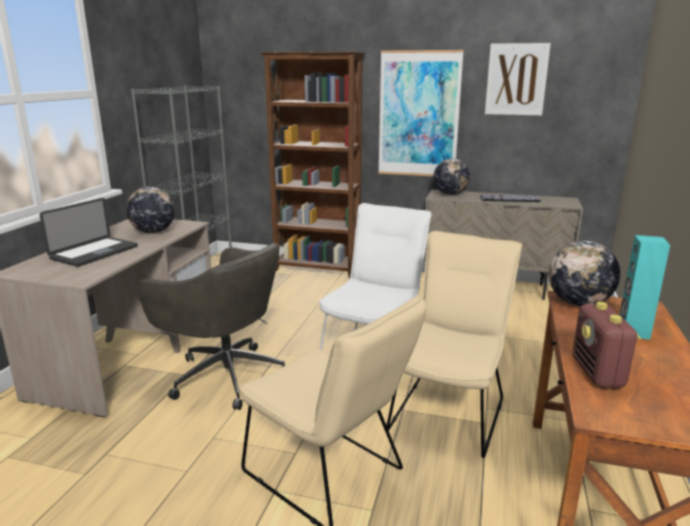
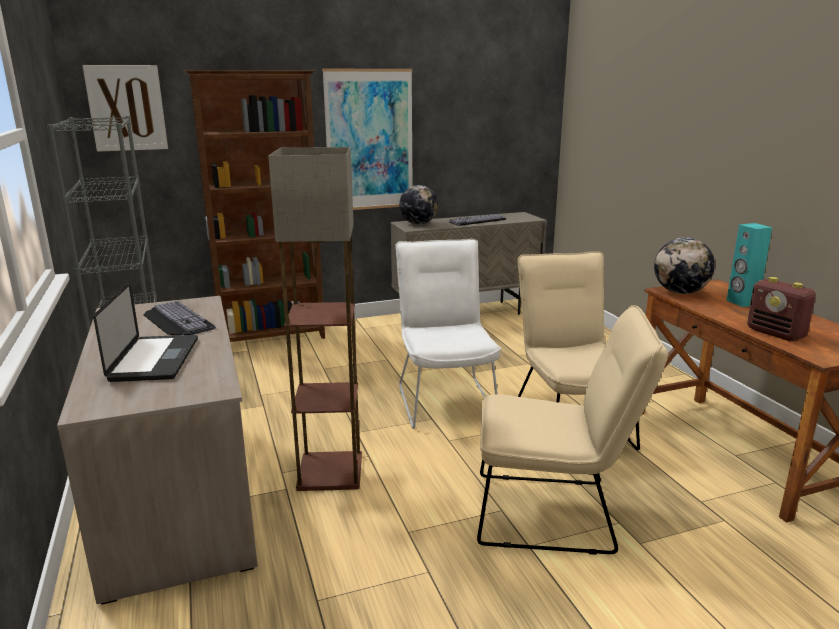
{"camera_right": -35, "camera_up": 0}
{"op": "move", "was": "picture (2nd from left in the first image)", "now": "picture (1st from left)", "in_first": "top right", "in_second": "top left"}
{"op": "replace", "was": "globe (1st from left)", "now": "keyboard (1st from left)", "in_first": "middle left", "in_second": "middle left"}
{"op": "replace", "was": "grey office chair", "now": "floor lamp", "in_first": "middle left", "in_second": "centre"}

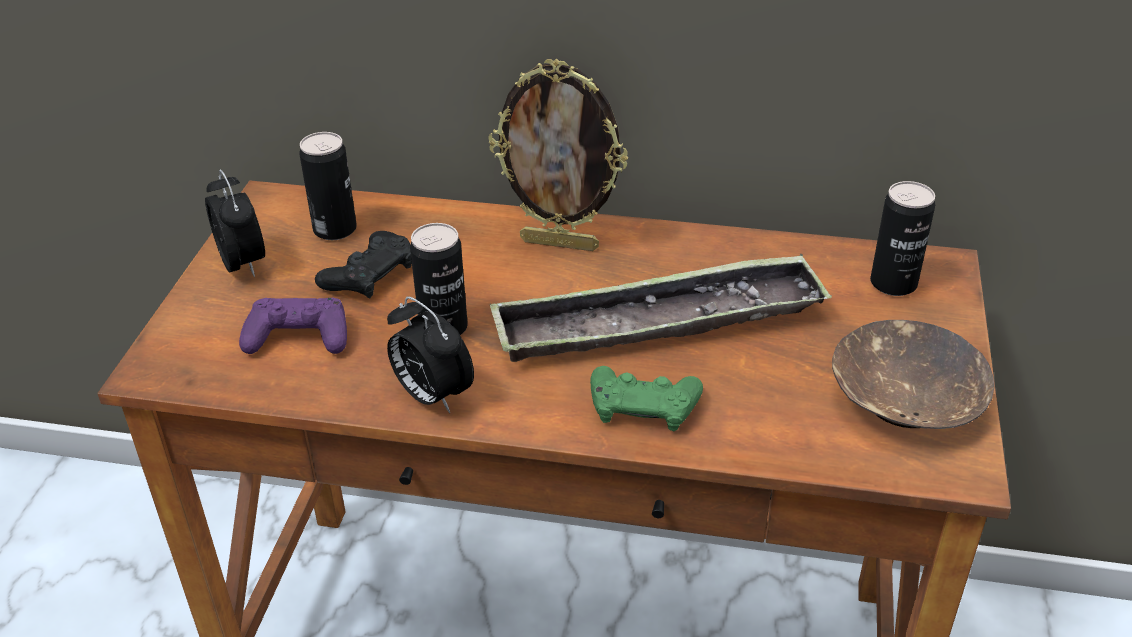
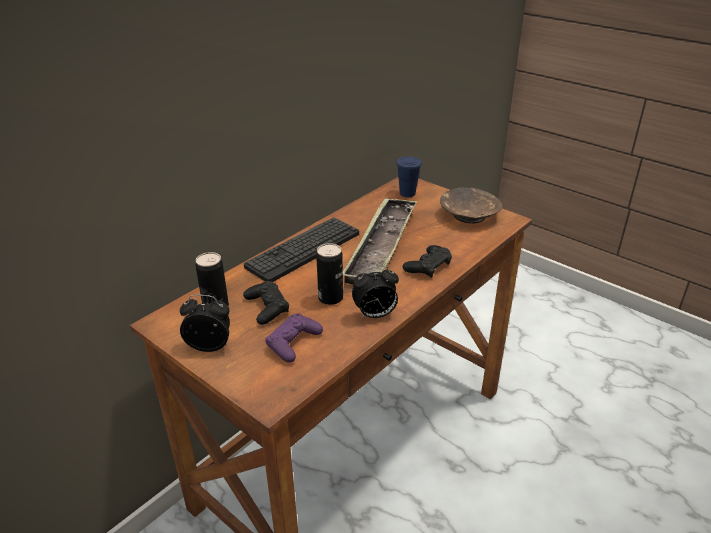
{"camera_right": -60, "camera_up": -5}
{"op": "replace", "was": "picture frame", "now": "keyboard", "in_first": "top centre", "in_second": "centre"}
{"op": "replace", "was": "can (3rd from left)", "now": "blue cup", "in_first": "middle right", "in_second": "top centre"}
{"op": "recolor", "was": "green game controller", "now": "black game controller (2nd from left)", "in_first": "centre", "in_second": "centre"}

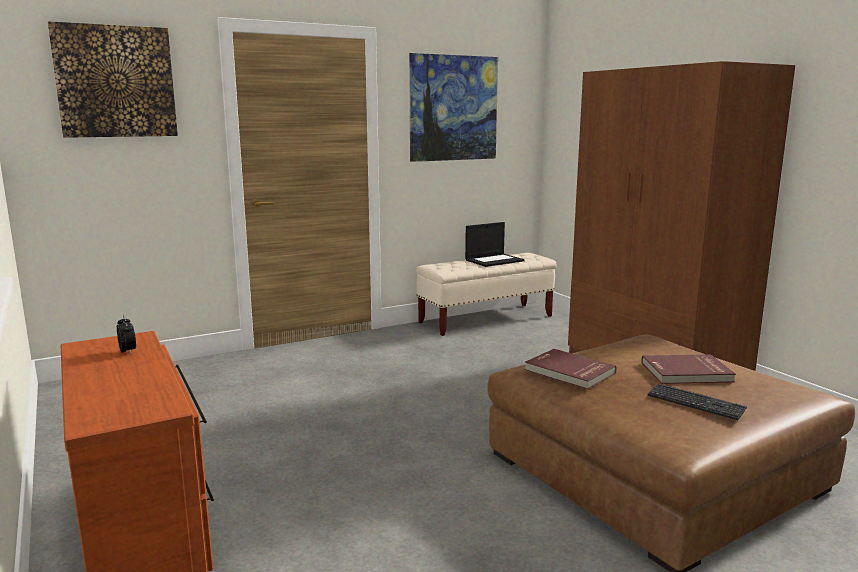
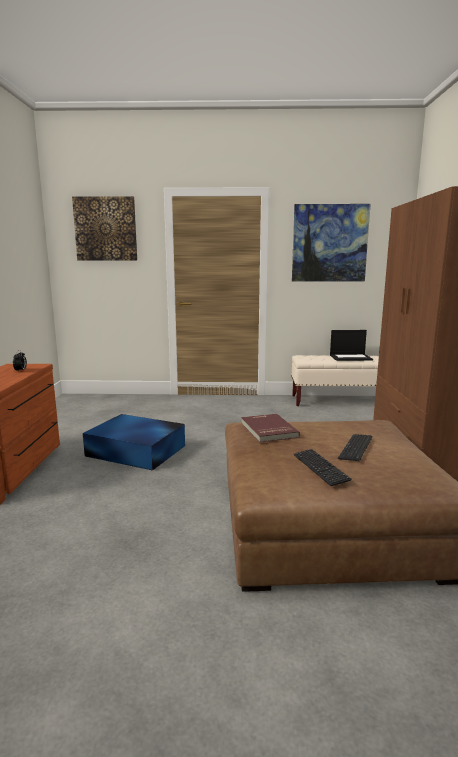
{"camera_right": 30, "camera_up": 0}
{"op": "insert", "now": "blue storage box", "in_second": "middle left"}
{"op": "replace", "was": "red book (2nd from left)", "now": "keyboard (2nd from left)", "in_first": "middle right", "in_second": "middle right"}

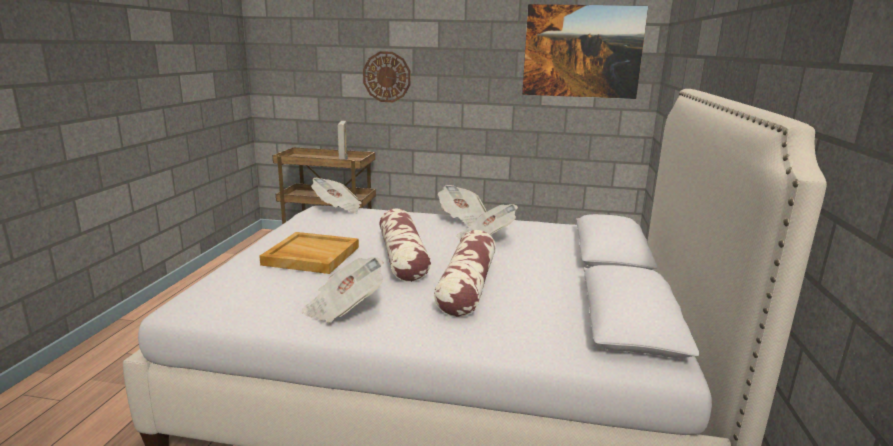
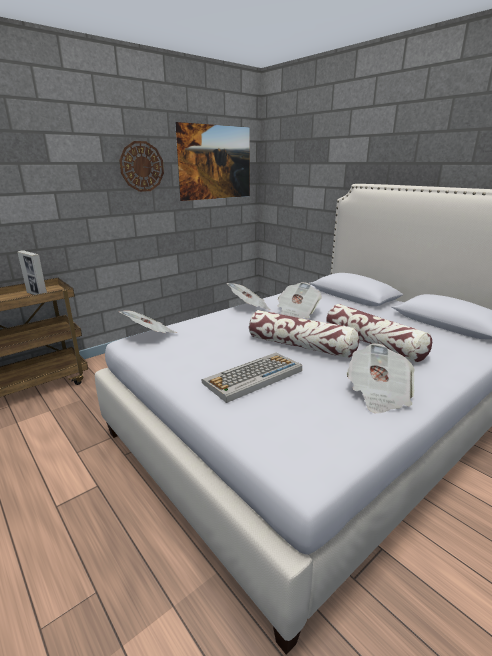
{"camera_right": -50, "camera_up": 5}
{"op": "move", "was": "wall clock", "in_first": "top centre", "in_second": "top left"}
{"op": "replace", "was": "beige tray", "now": "keyboard", "in_first": "centre", "in_second": "centre"}

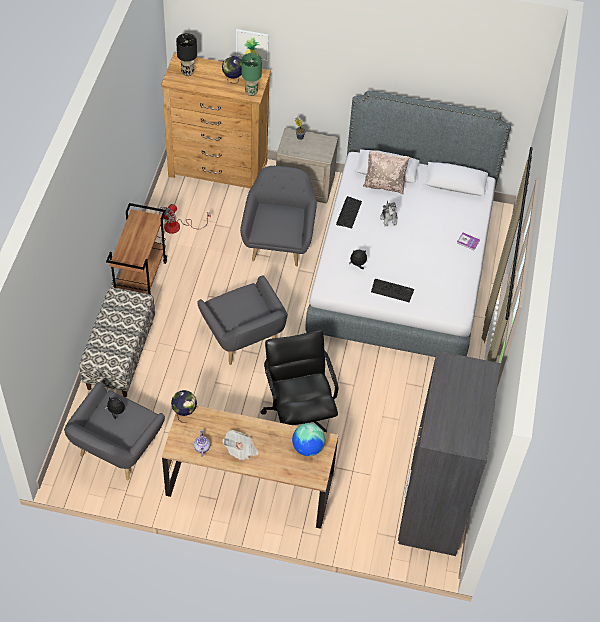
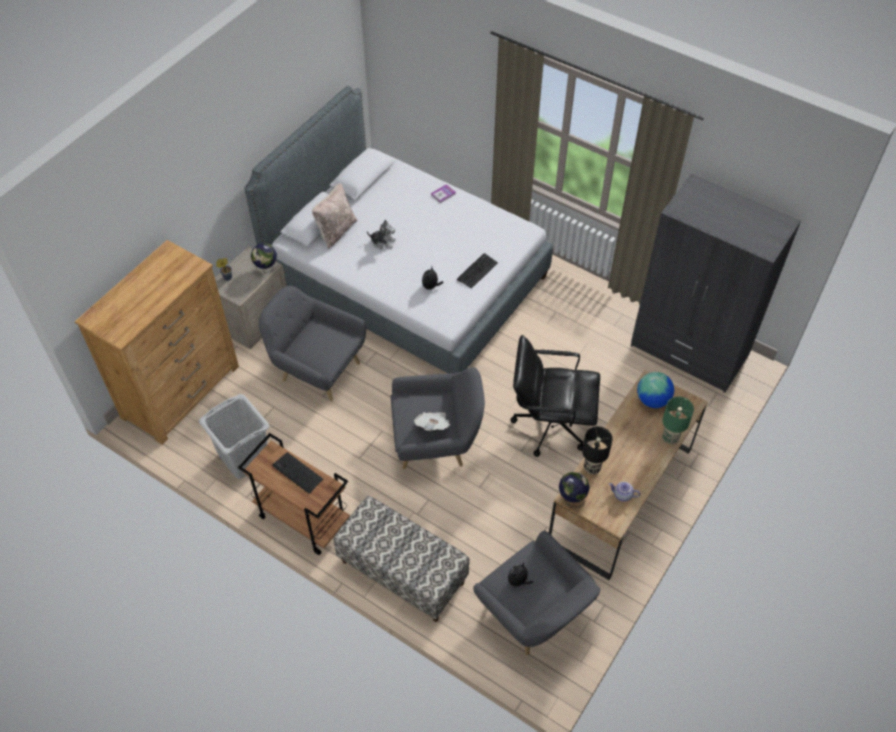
{"camera_right": -65, "camera_up": 0}
{"op": "delete", "was": "picture", "in_first": "top centre"}
{"op": "move", "was": "black table lamp", "in_first": "top left", "in_second": "centre"}
{"op": "move", "was": "globe (2nd from left in the first image)", "now": "globe (1st from left)", "in_first": "top centre", "in_second": "middle left"}
{"op": "move", "was": "newspaper", "in_first": "bottom centre", "in_second": "centre"}
{"op": "move", "was": "green table lamp", "in_first": "top centre", "in_second": "middle right"}
{"op": "move", "was": "keyboard (1st from left)", "in_first": "centre", "in_second": "middle left"}
{"op": "replace", "was": "fan", "now": "grey laundry basket", "in_first": "middle left", "in_second": "middle left"}

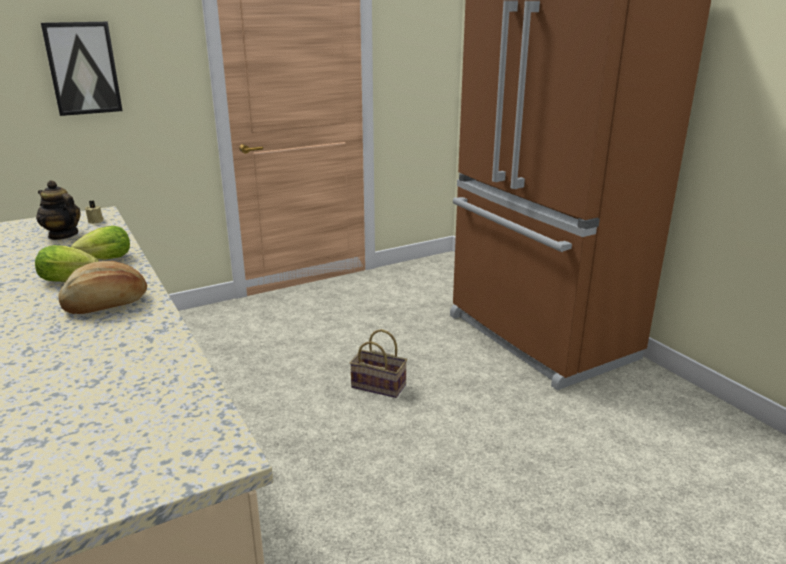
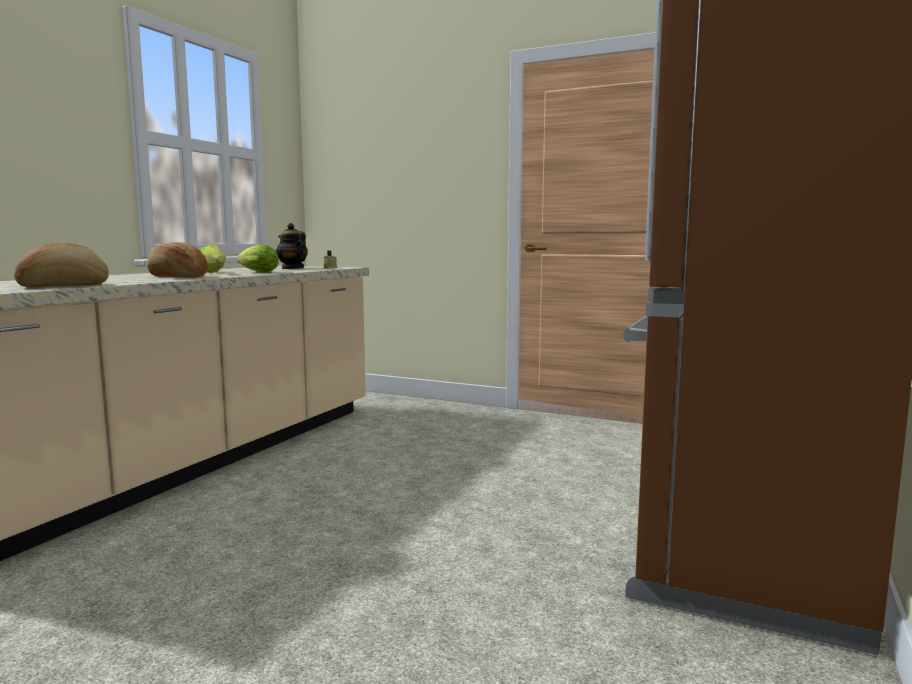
{"camera_right": 55, "camera_up": -15}
{"op": "delete", "was": "picture", "in_first": "top left"}
{"op": "delete", "was": "basket", "in_first": "centre"}
{"op": "insert", "now": "bread (1st from left)", "in_second": "middle left"}
{"op": "rotate", "was": "teapot", "in_first": "middle left", "in_second": "middle left", "clockwise": -45}

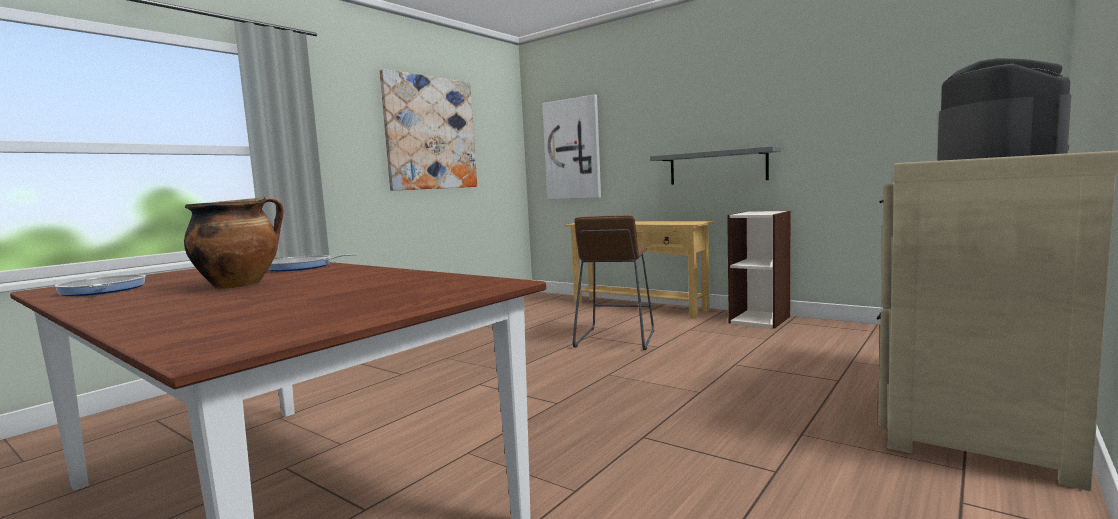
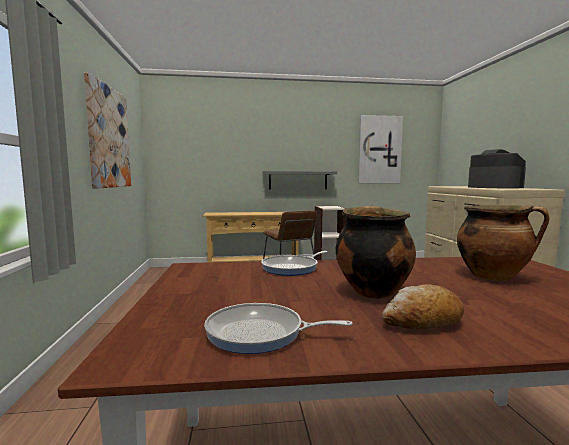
{"camera_right": -45, "camera_up": 0}
{"op": "insert", "now": "bread", "in_second": "bottom right"}
{"op": "insert", "now": "cooking pot (2nd from left)", "in_second": "middle right"}
{"op": "move", "was": "picture (2nd from left)", "in_first": "top centre", "in_second": "middle right"}

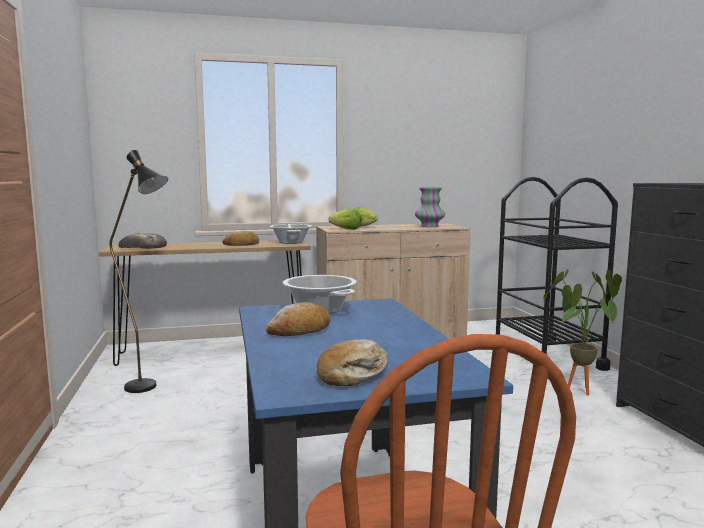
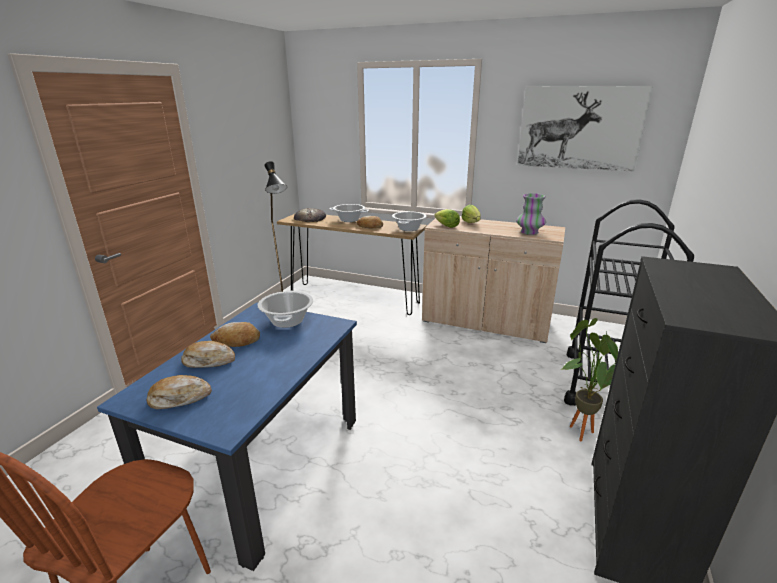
{"camera_right": 35, "camera_up": 15}
{"op": "insert", "now": "bread (2nd from left)", "in_second": "middle left"}
{"op": "insert", "now": "cooking pot (2nd from left)", "in_second": "centre"}
{"op": "insert", "now": "picture", "in_second": "top right"}

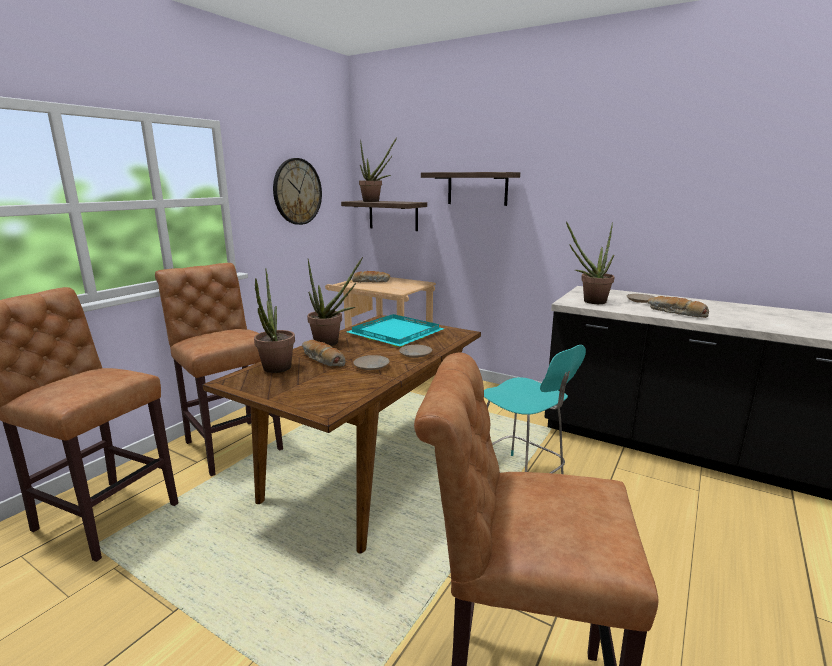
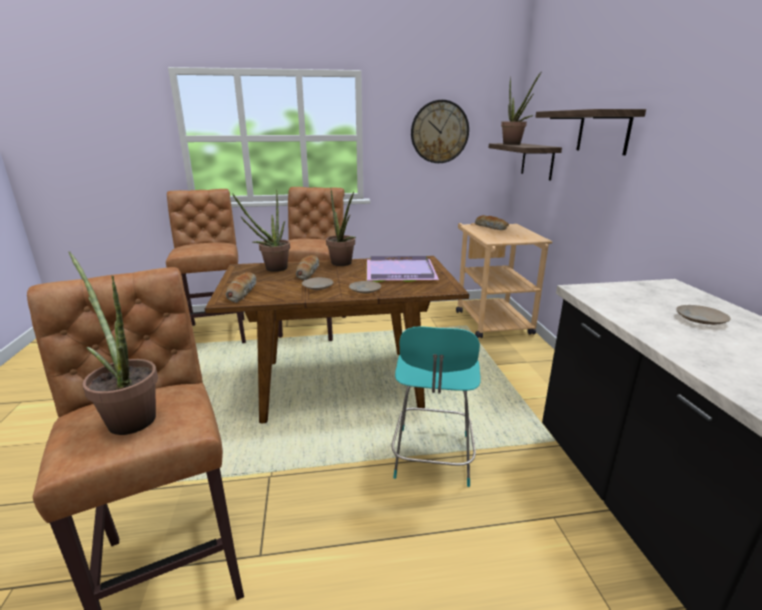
{"camera_right": 50, "camera_up": 5}
{"op": "move", "was": "potted plant (4th from left in the first image)", "now": "potted plant (1st from left)", "in_first": "middle right", "in_second": "middle left"}
{"op": "move", "was": "bread (3rd from left in the first image)", "now": "bread (1st from left)", "in_first": "middle right", "in_second": "middle left"}
{"op": "recolor", "was": "turquoise tray", "now": "purple tray", "in_first": "centre", "in_second": "centre"}

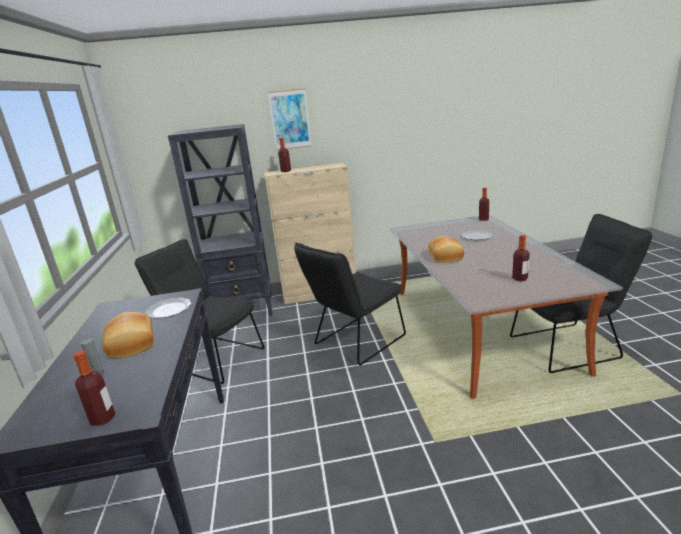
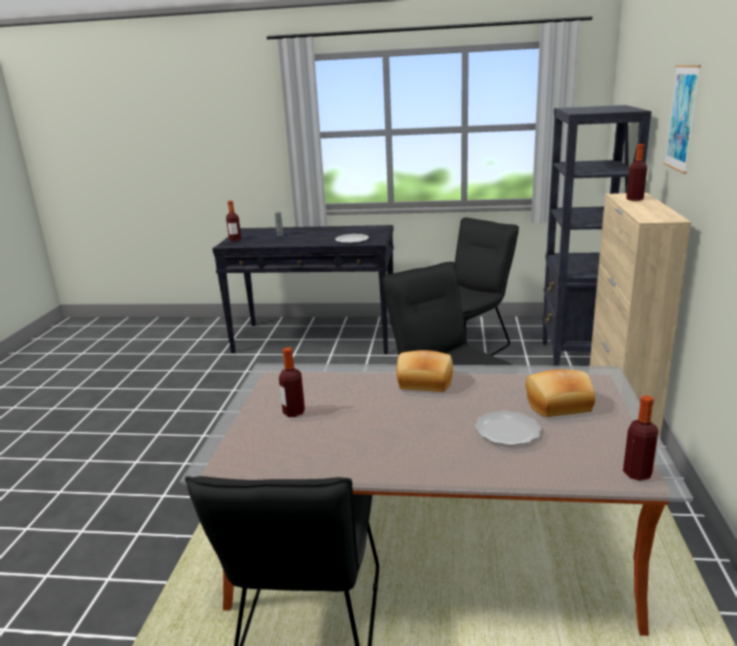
{"camera_right": 105, "camera_up": 0}
{"op": "move", "was": "bread (1st from left in the first image)", "now": "bread (2nd from left)", "in_first": "middle left", "in_second": "middle right"}

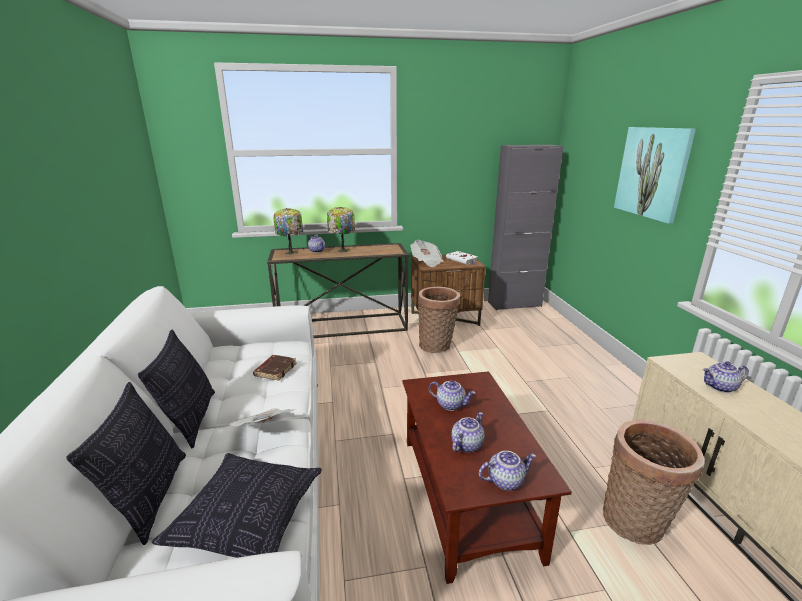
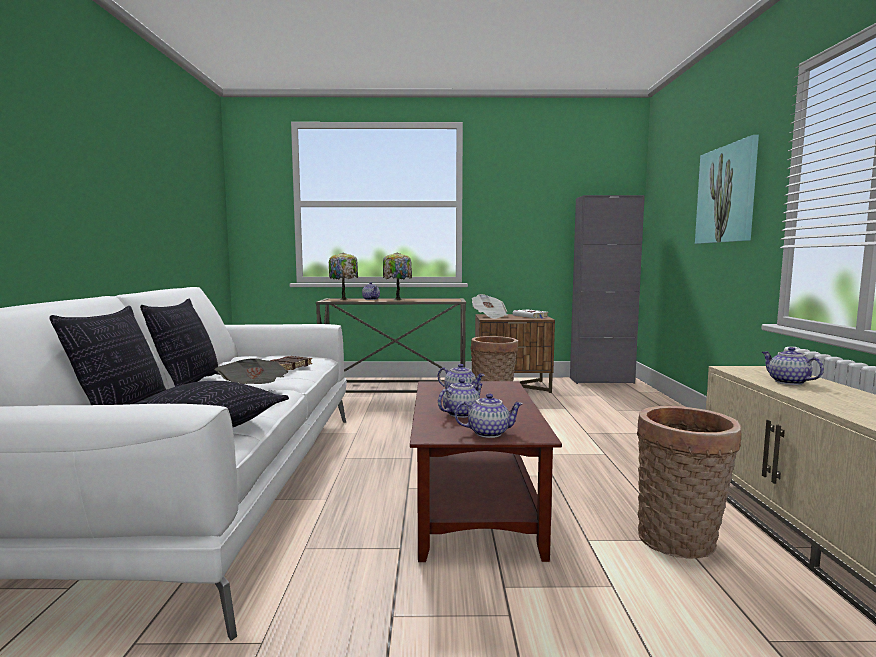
{"camera_right": 10, "camera_up": -15}
{"op": "rotate", "was": "teapot (5th from left)", "in_first": "middle right", "in_second": "middle right", "clockwise": 60}

